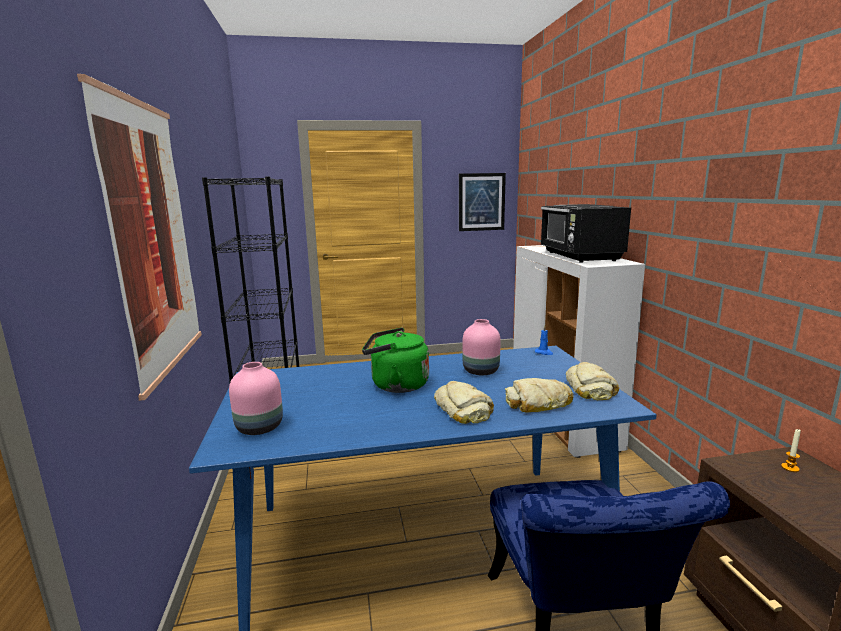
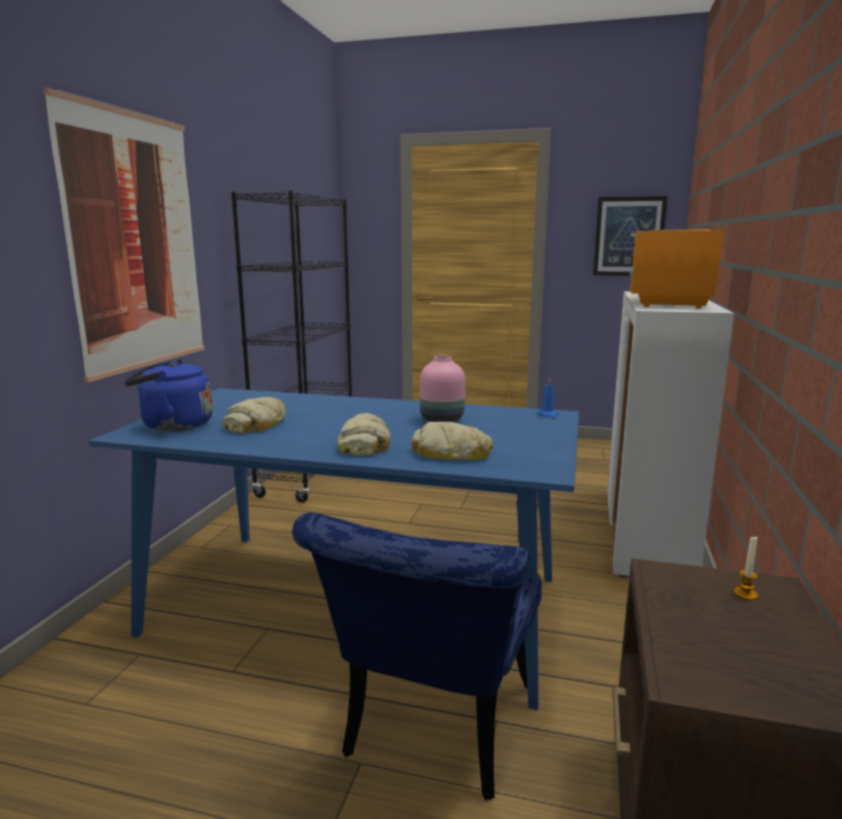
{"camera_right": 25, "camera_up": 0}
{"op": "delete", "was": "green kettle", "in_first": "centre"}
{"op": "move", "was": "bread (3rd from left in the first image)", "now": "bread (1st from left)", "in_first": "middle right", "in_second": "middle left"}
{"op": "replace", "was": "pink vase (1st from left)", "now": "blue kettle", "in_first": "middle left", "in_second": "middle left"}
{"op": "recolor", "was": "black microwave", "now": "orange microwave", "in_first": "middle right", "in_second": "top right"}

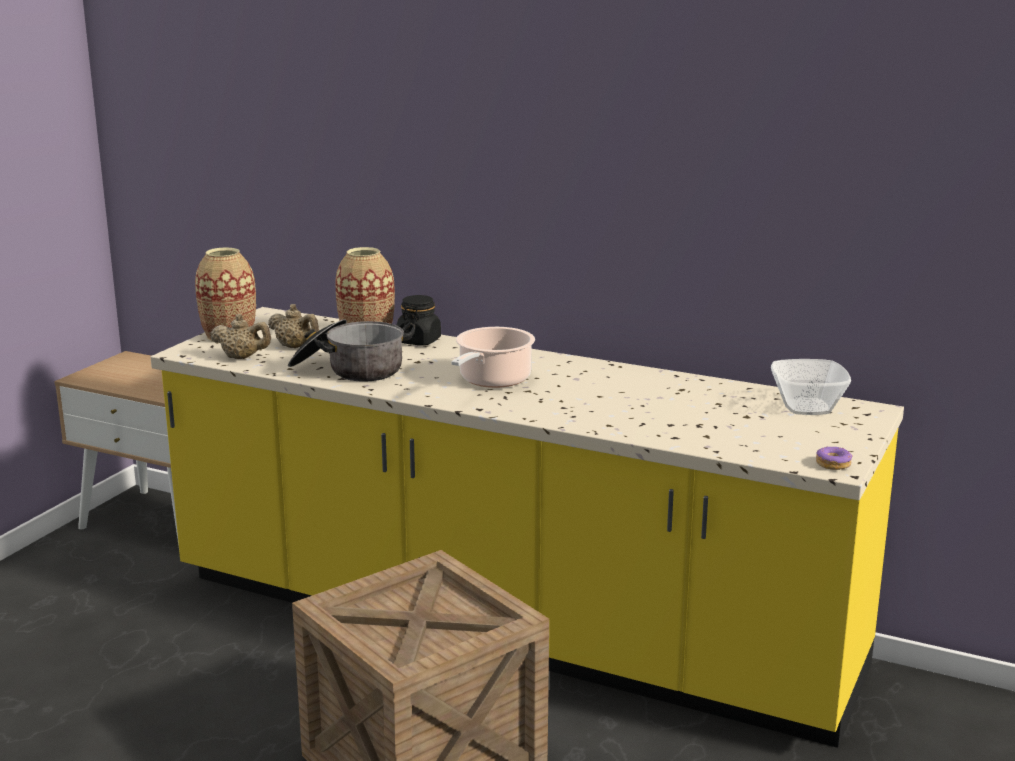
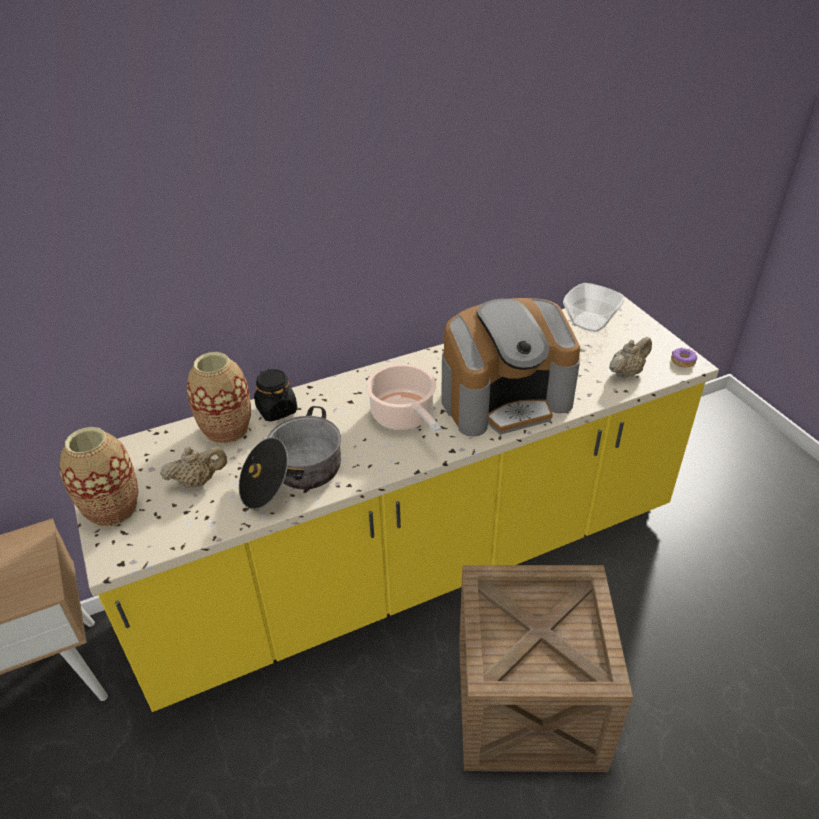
{"camera_right": -50, "camera_up": 20}
{"op": "insert", "now": "coffee machine", "in_second": "centre"}
{"op": "move", "was": "beige teapot (1st from left in the first image)", "now": "beige teapot (2nd from left)", "in_first": "middle left", "in_second": "middle right"}

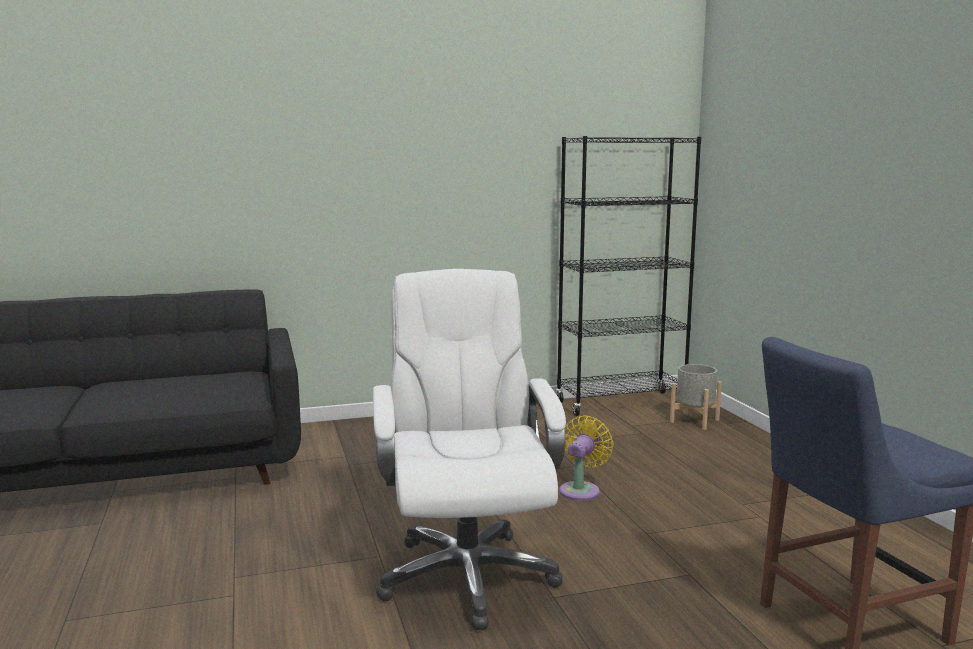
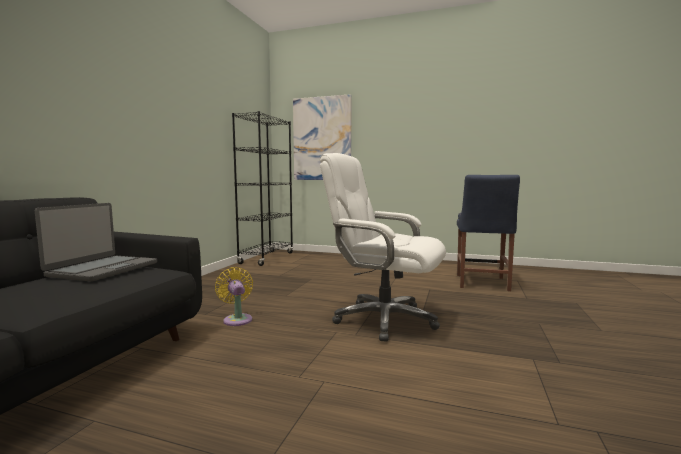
{"camera_right": -55, "camera_up": -5}
{"op": "delete", "was": "grey planter", "in_first": "middle right"}
{"op": "insert", "now": "laptop", "in_second": "middle left"}
{"op": "insert", "now": "picture", "in_second": "top centre"}
{"op": "move", "was": "yellow fan", "in_first": "bottom centre", "in_second": "centre"}

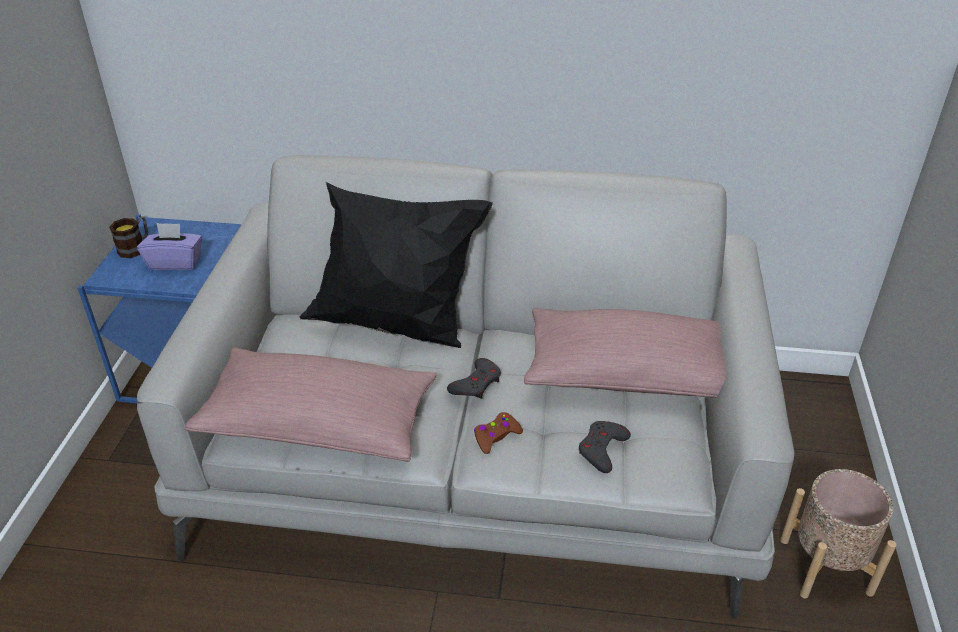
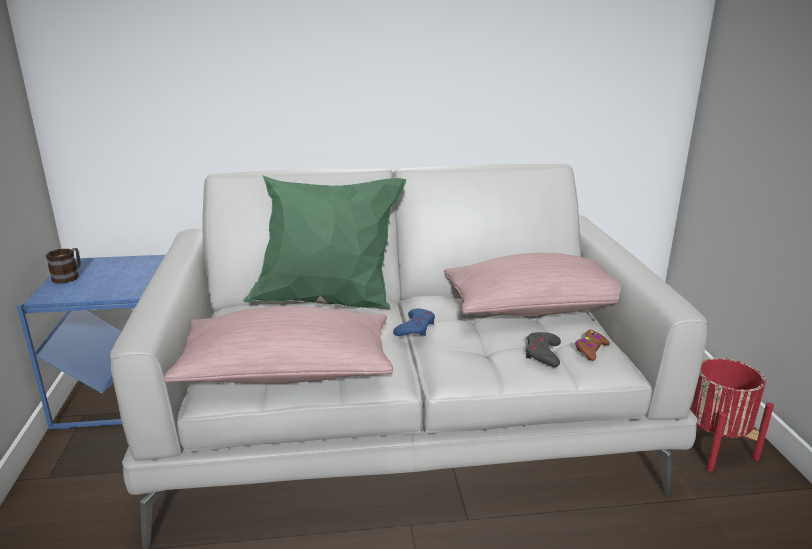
{"camera_right": -15, "camera_up": -15}
{"op": "delete", "was": "purple tissue box", "in_first": "middle left"}
{"op": "move", "was": "brown game controller", "in_first": "bottom centre", "in_second": "middle right"}
{"op": "recolor", "was": "black pillow", "now": "green pillow", "in_first": "centre", "in_second": "centre"}
{"op": "recolor", "was": "grey game controller (1st from left)", "now": "blue game controller", "in_first": "centre", "in_second": "centre"}
{"op": "recolor", "was": "beige planter", "now": "red planter", "in_first": "bottom right", "in_second": "bottom right"}

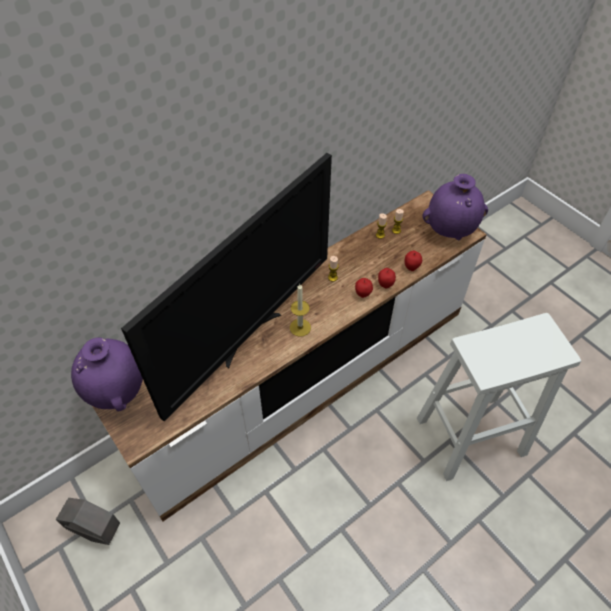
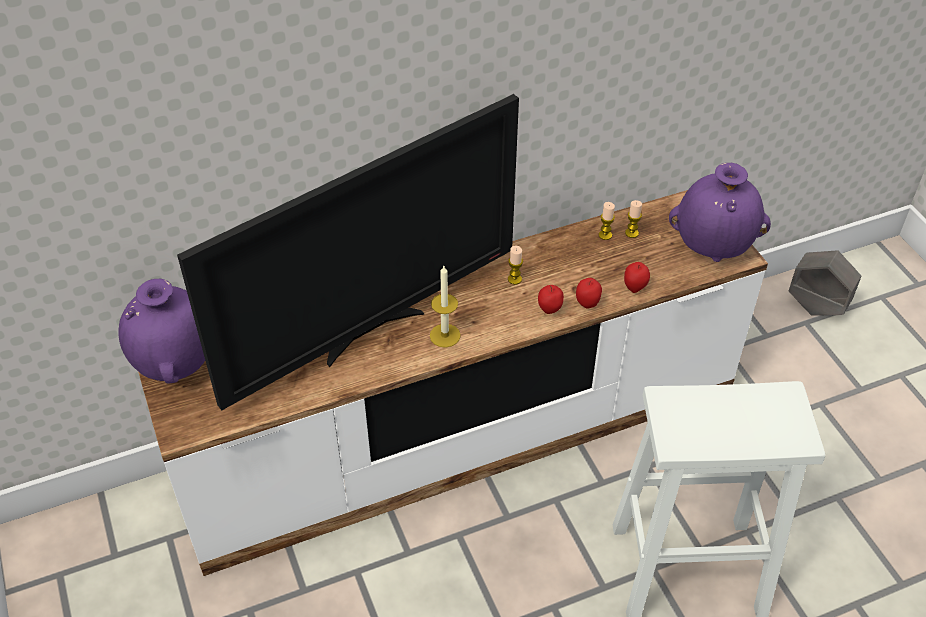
{"camera_right": 15, "camera_up": -5}
{"op": "move", "was": "grey planter", "in_first": "bottom left", "in_second": "middle right"}

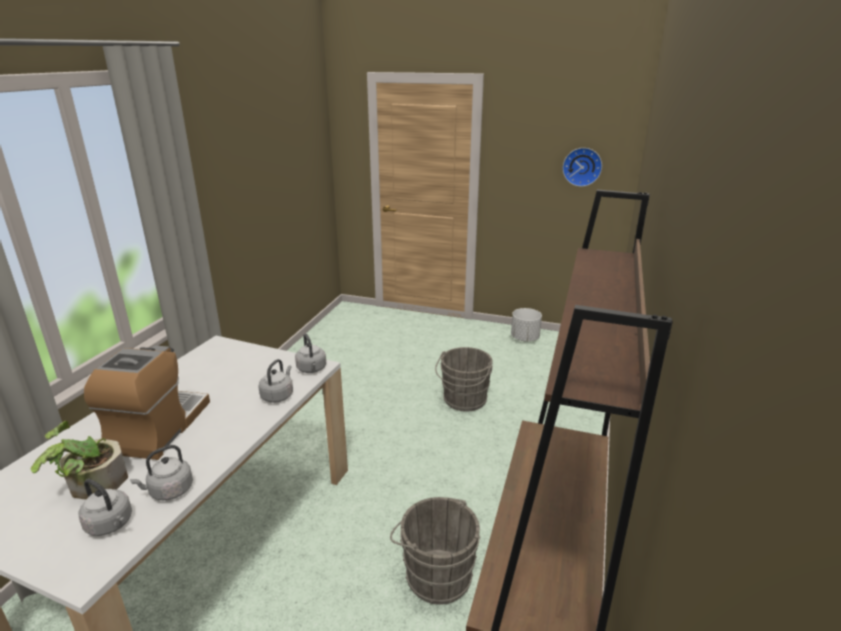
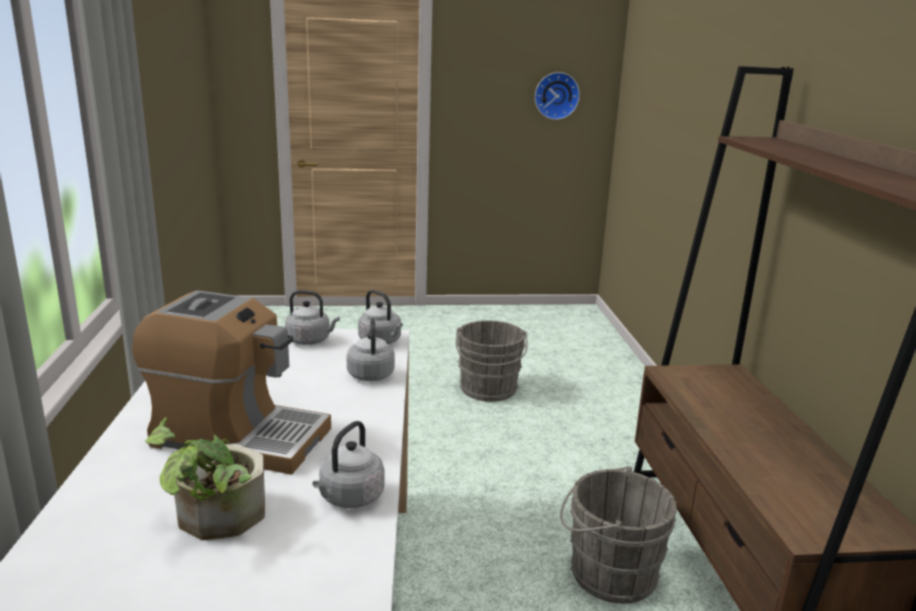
{"camera_right": -25, "camera_up": -5}
{"op": "delete", "was": "white planter", "in_first": "centre"}
{"op": "move", "was": "grey kettle (1st from left)", "in_first": "bottom left", "in_second": "centre"}
{"op": "rotate", "was": "coffee machine", "in_first": "middle left", "in_second": "middle left", "clockwise": 120}

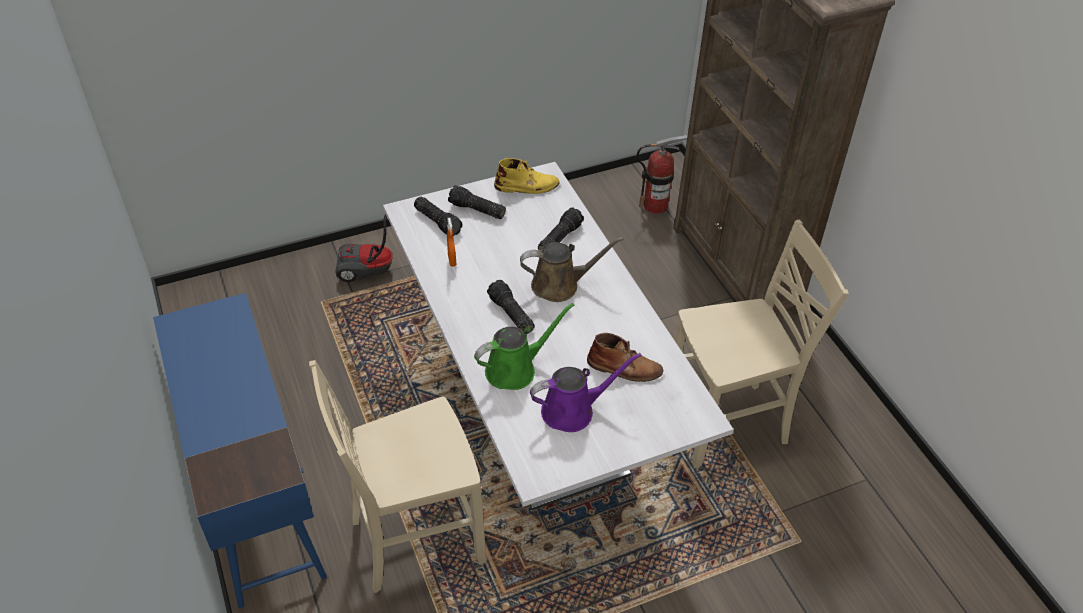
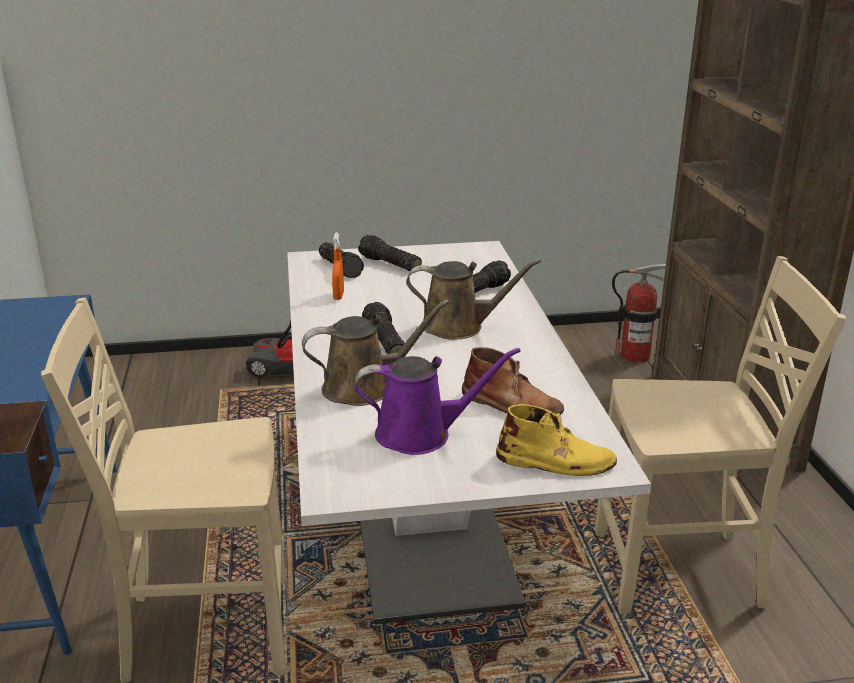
{"camera_right": 15, "camera_up": -20}
{"op": "move", "was": "yellow boot", "in_first": "top centre", "in_second": "centre"}
{"op": "recolor", "was": "green watering can", "now": "brown watering can (1st from left)", "in_first": "centre", "in_second": "centre"}

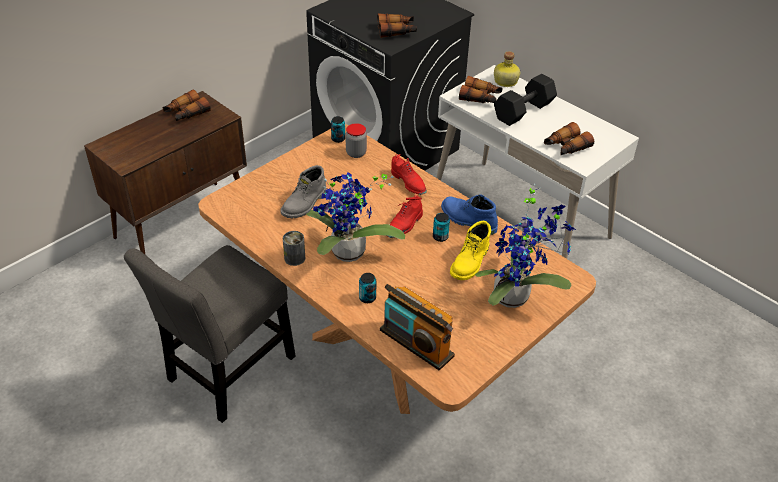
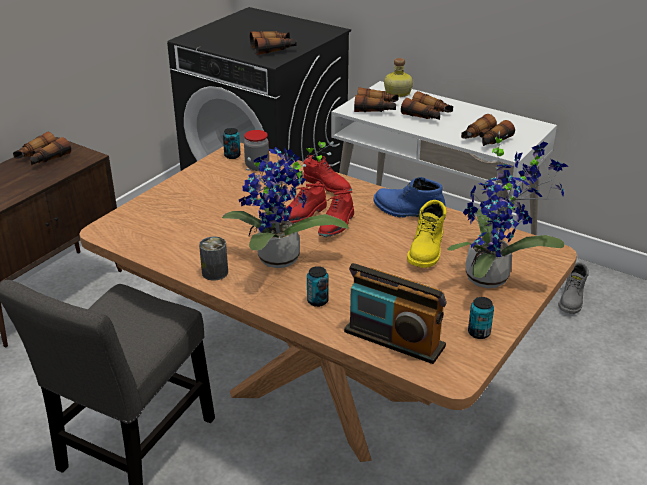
{"camera_right": -10, "camera_up": -10}
{"op": "insert", "now": "red shoe (1st from left)", "in_second": "centre"}
{"op": "move", "was": "grey boot", "in_first": "centre", "in_second": "middle right"}
{"op": "move", "was": "can (4th from left)", "in_first": "centre", "in_second": "middle right"}
{"op": "replace", "was": "black dumbbell", "now": "binoculars (4th from left)", "in_first": "top right", "in_second": "top centre"}

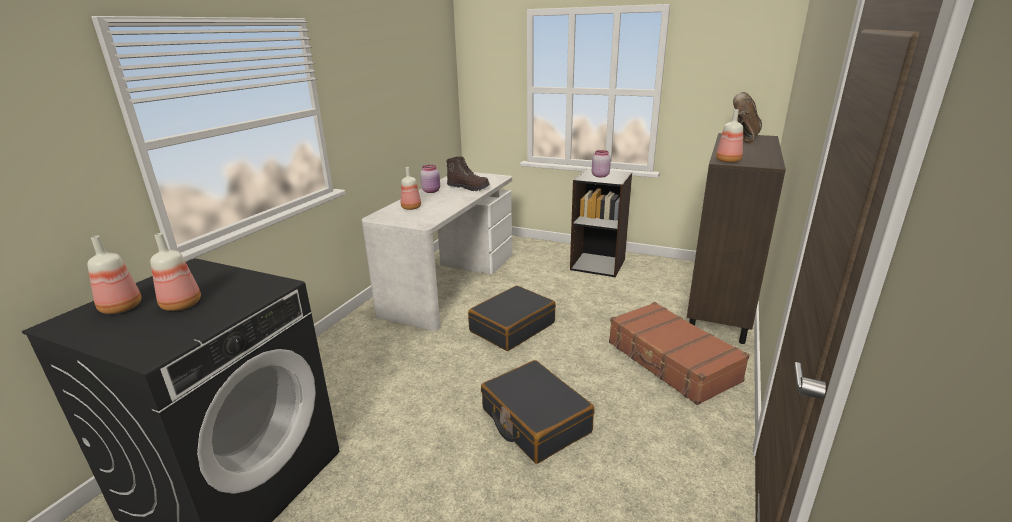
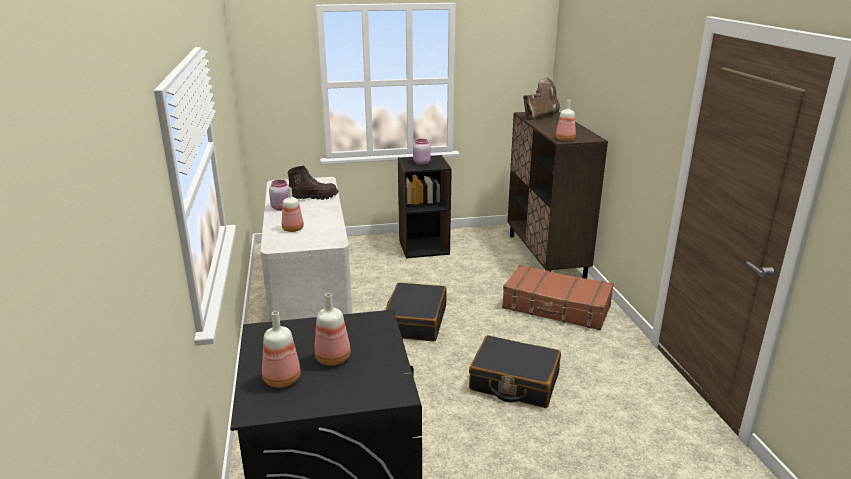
{"camera_right": -35, "camera_up": 0}
{"op": "rotate", "was": "brown boot (2nd from left)", "in_first": "top right", "in_second": "top centre", "clockwise": 60}

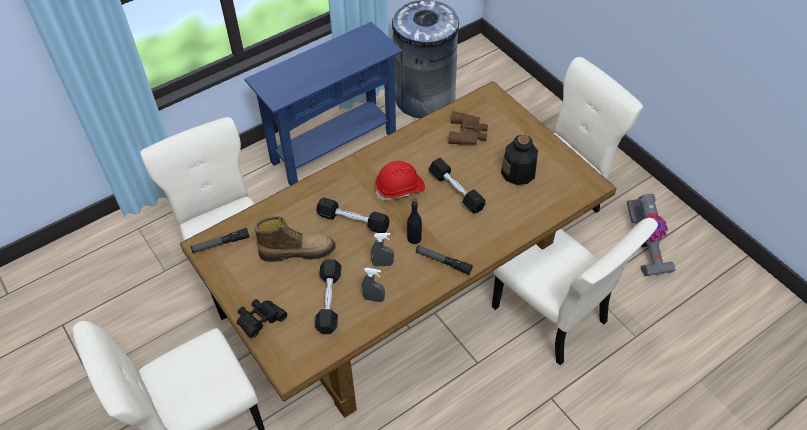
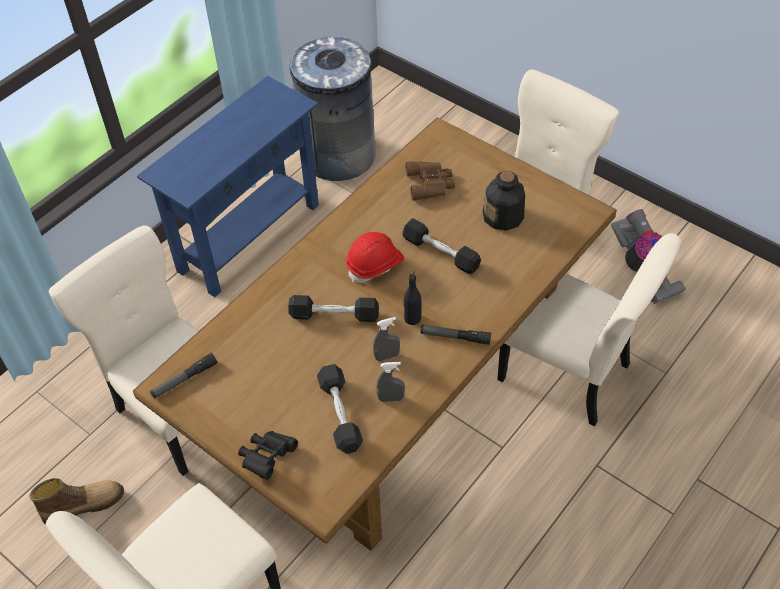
{"camera_right": -15, "camera_up": 0}
{"op": "move", "was": "boot", "in_first": "centre", "in_second": "bottom left"}

